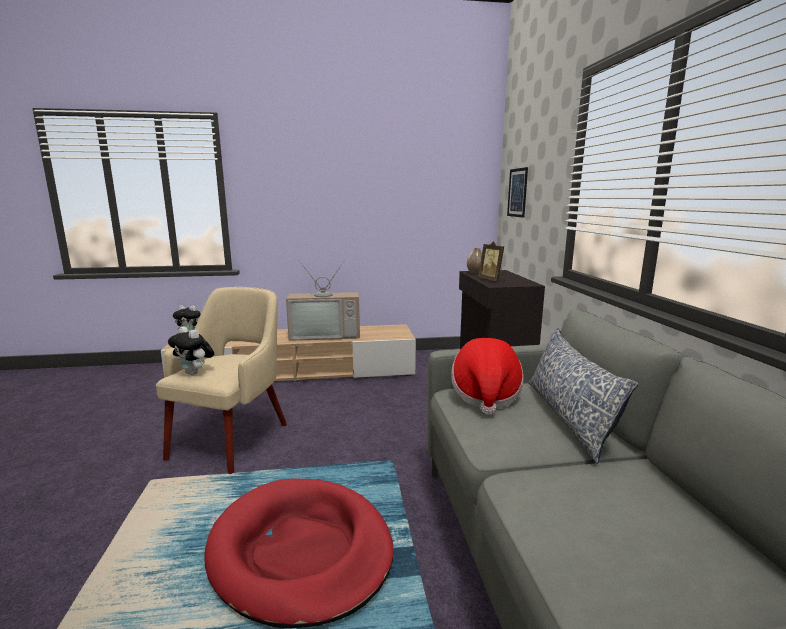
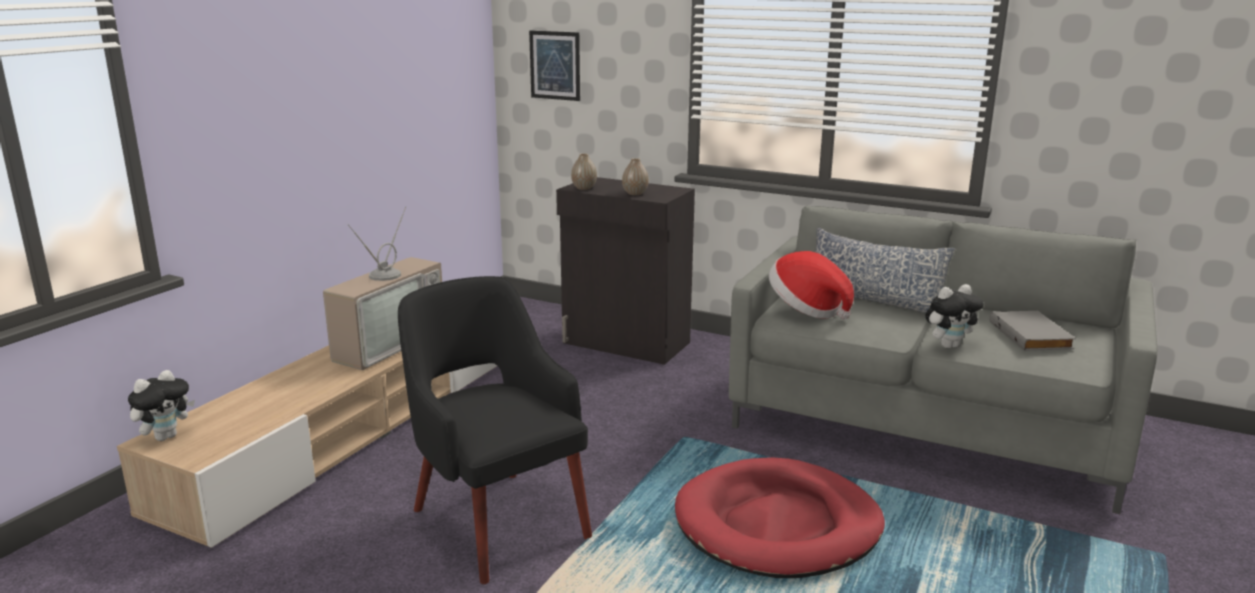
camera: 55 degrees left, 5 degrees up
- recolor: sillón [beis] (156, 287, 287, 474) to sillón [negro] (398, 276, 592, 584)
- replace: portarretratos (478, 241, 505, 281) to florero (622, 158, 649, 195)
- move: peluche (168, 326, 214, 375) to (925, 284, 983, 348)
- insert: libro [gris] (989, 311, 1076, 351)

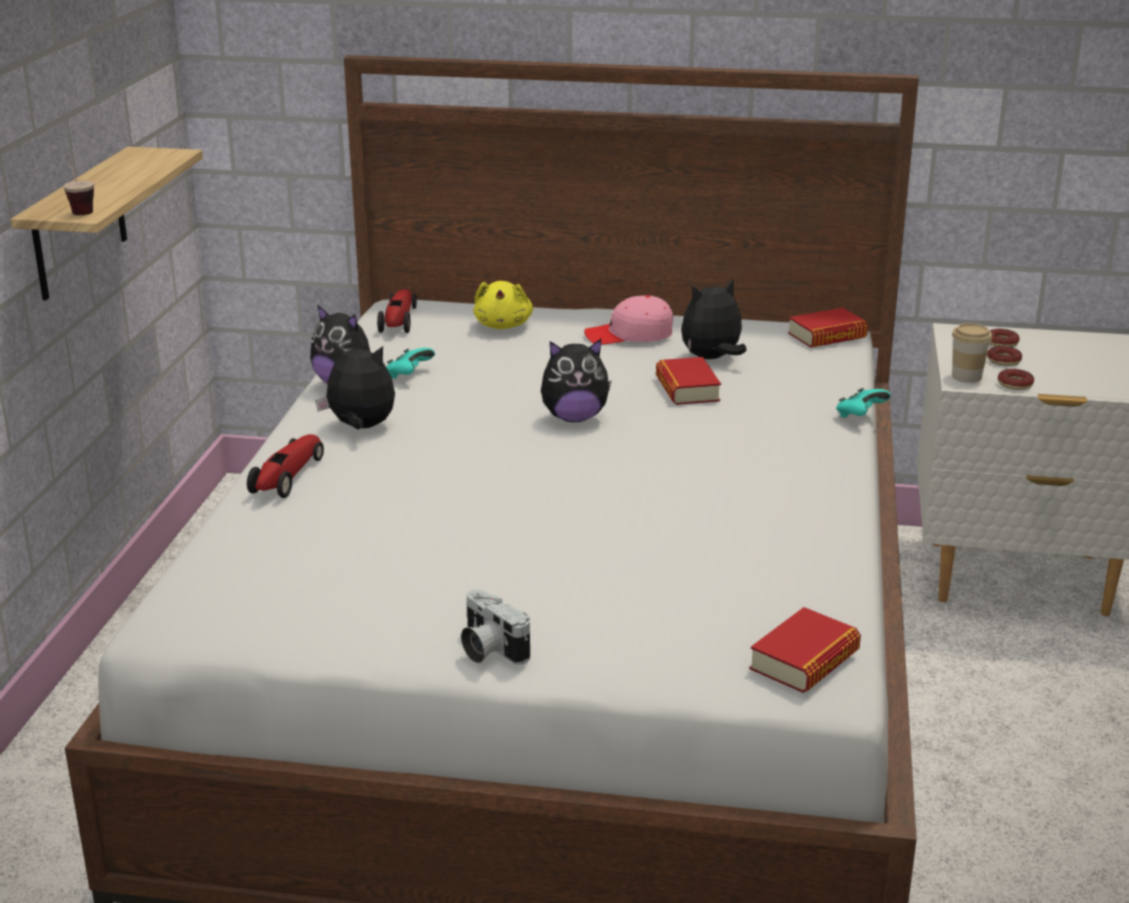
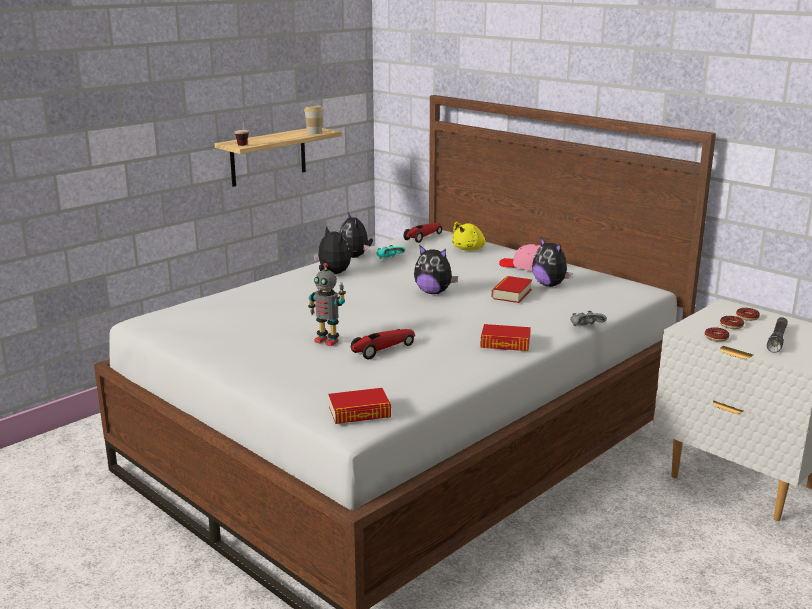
camera: 35 degrees right, 5 degrees down
- move: taza (952, 323, 992, 383) to (304, 105, 324, 134)
- insert: robot de juguete (308, 263, 346, 346)
- move: coche de juguete (247, 434, 324, 498) to (351, 329, 415, 359)
- move: libro (788, 308, 868, 348) to (480, 324, 531, 351)
- rotate: peluche (681, 279, 747, 359) = (532, 237, 573, 287) 135 degrees counterclockwise
- recolor: mando de consola [turquesa] (836, 388, 891, 418) to mando de consola [gris] (570, 311, 607, 326)
- insert: linterna [negro] (767, 317, 788, 353)
- delete: cámara (461, 589, 530, 665)

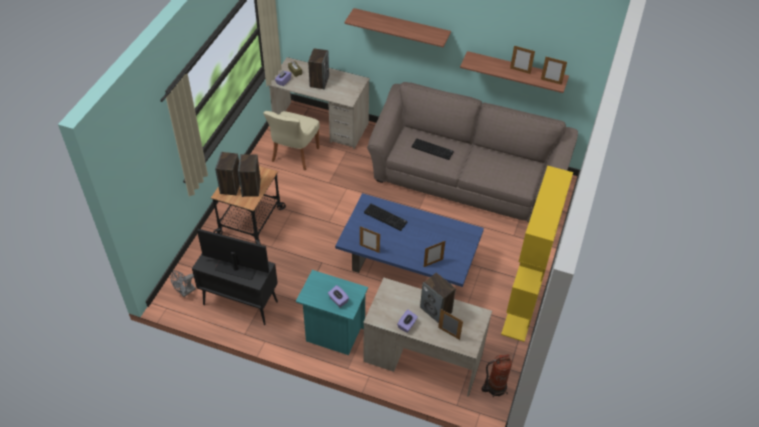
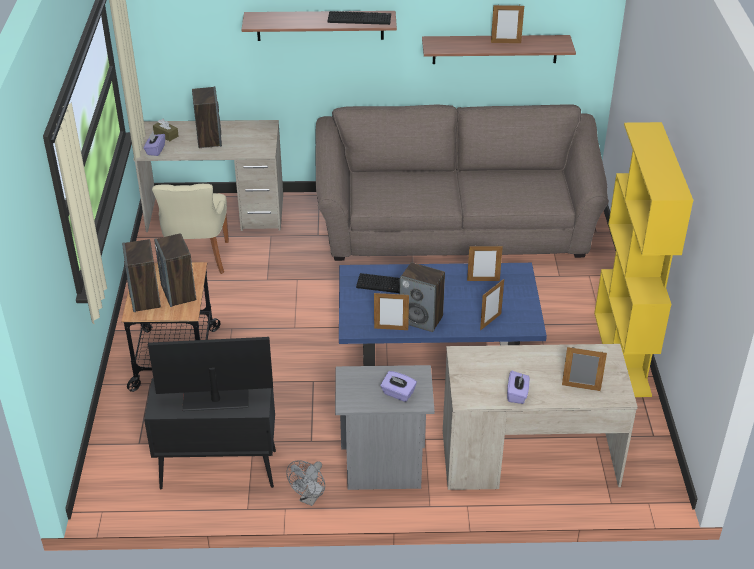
camera: 20 degrees left, 10 degrees down
- move: ventilador [gris] (171, 270, 196, 297) to (286, 460, 325, 506)
- move: teclado (412, 138, 454, 160) to (328, 11, 391, 25)
- recolor: mesita de noche [turquesa] (296, 270, 368, 355) to mesita de noche [gris] (335, 365, 435, 490)
- move: altavoz (420, 273, 456, 323) to (400, 262, 445, 332)
- move: portarretratos (541, 57, 567, 85) to (467, 246, 503, 281)
- delete: extintor (482, 354, 512, 397)

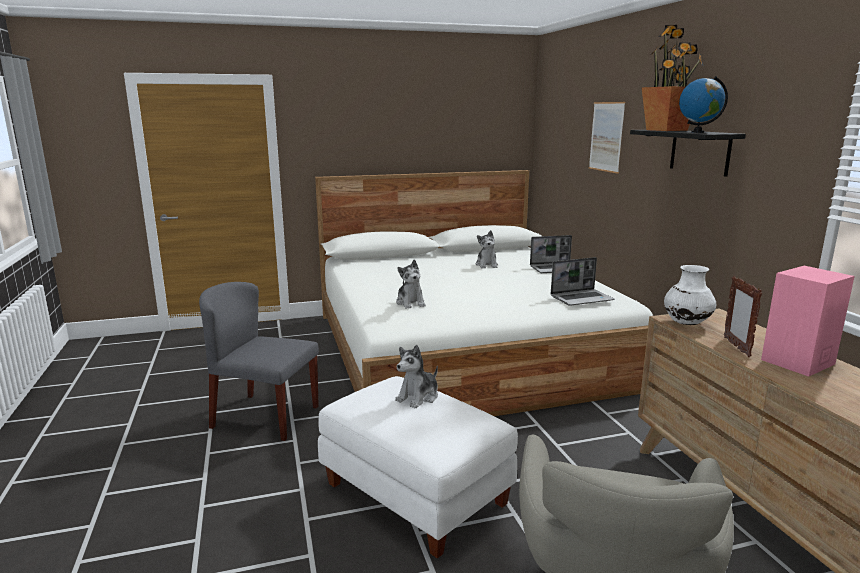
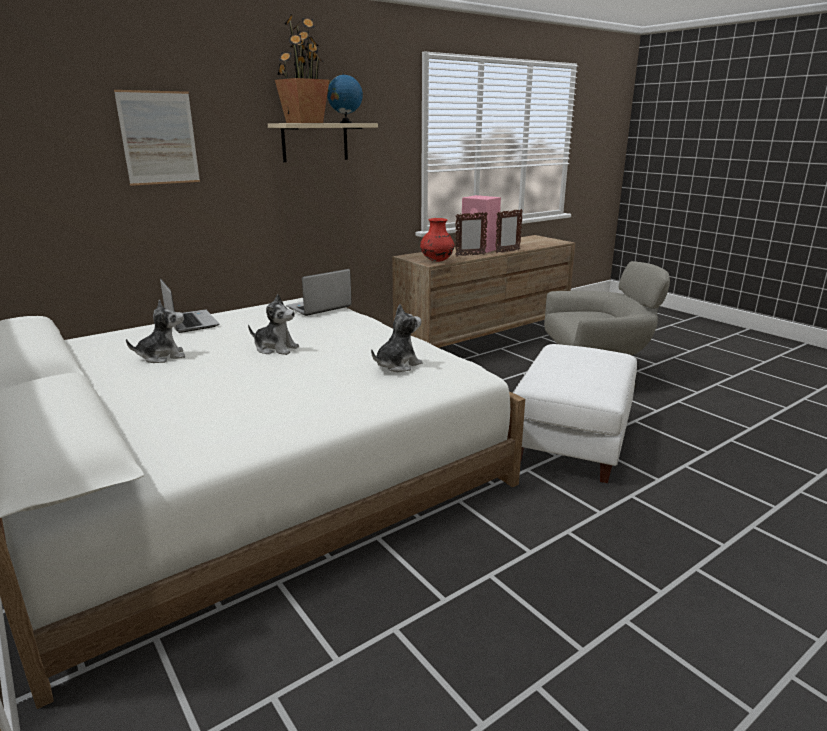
camera: 110 degrees left, 5 degrees up
- move: peluche (395, 345, 438, 409) to (248, 294, 299, 355)
- recolor: estante [negro] (630, 130, 746, 177) to estante [beis] (268, 123, 378, 162)
- rotate: portátil (551, 257, 614, 306) = (286, 269, 352, 316) 90 degrees counterclockwise
- recolor: florero [blanco] (664, 265, 716, 325) to florero [rojo] (420, 218, 455, 262)
- insert: portarretratos (495, 209, 523, 253)
- delete: silla [gris] (199, 282, 319, 441)

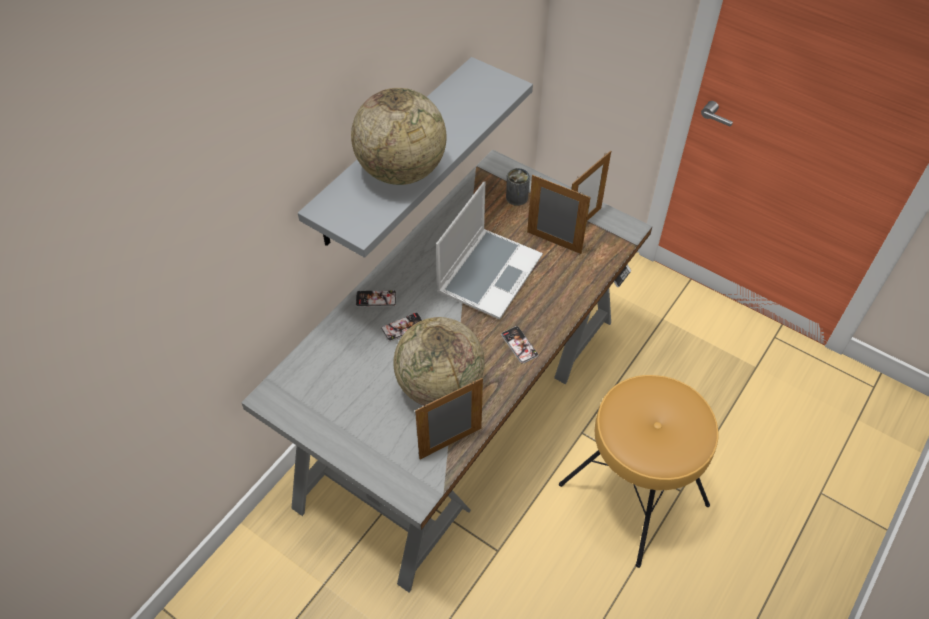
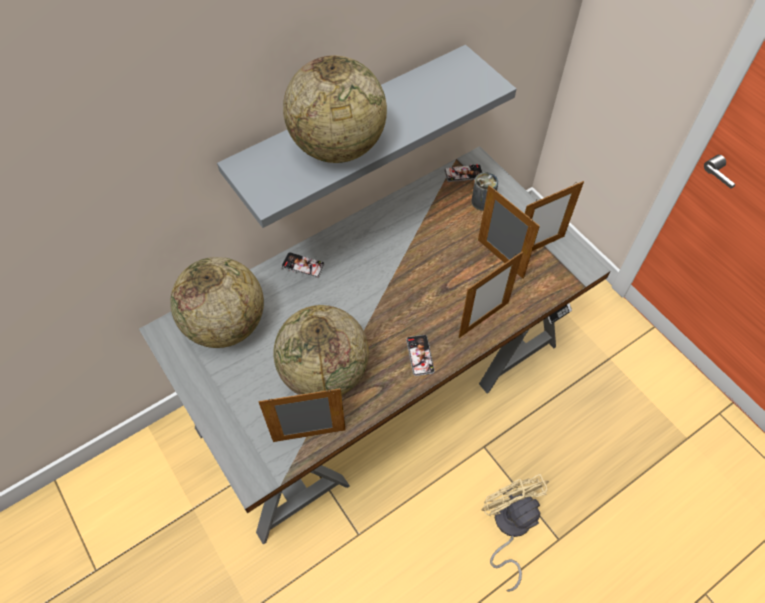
camera: 20 degrees right, 5 degrees up
- insert: globo terráqueo (170, 257, 264, 348)
- move: móvil (381, 313, 422, 342) to (444, 164, 483, 182)
- insert: portarretratos (459, 251, 523, 338)
- replace: taburete [marrón] (559, 375, 718, 568) to ventilador [beis] (481, 474, 549, 592)
- delete: portátil (436, 181, 543, 320)

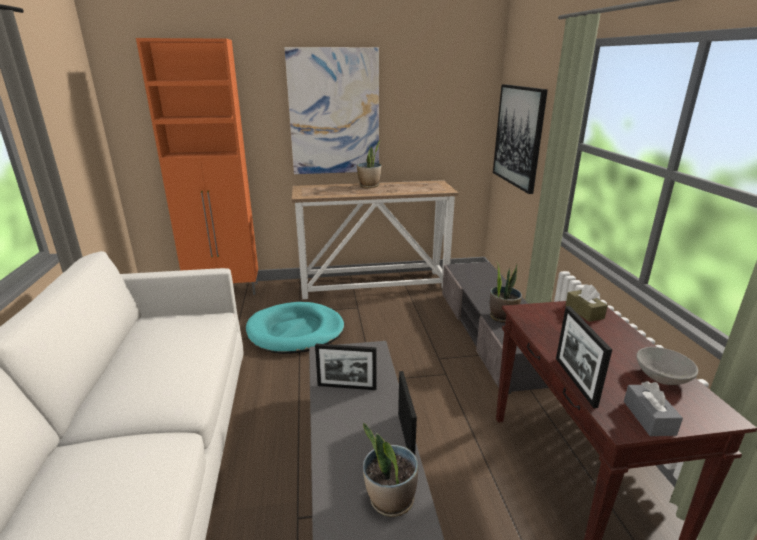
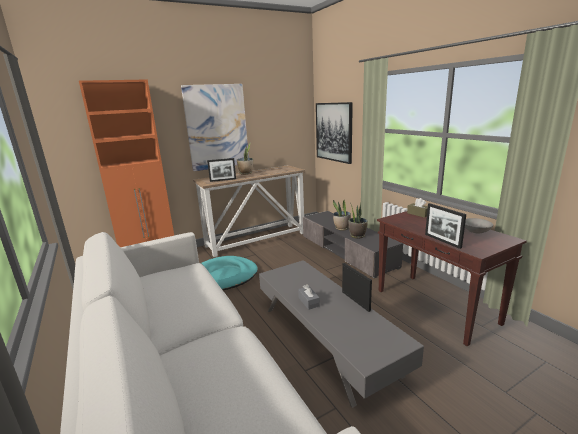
camera: 20 degrees left, 5 degrees down
- move: portarretratos (315, 344, 377, 390) to (207, 158, 236, 182)
- move: caja de pañuelos [gris] (624, 381, 683, 436) to (298, 285, 320, 310)
- move: planta en maceta (363, 422, 418, 517) to (333, 200, 351, 230)

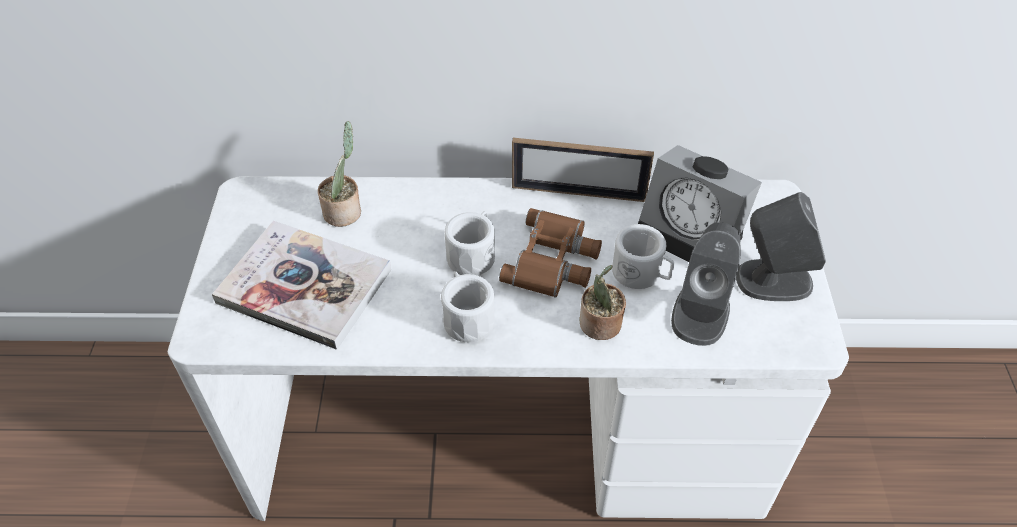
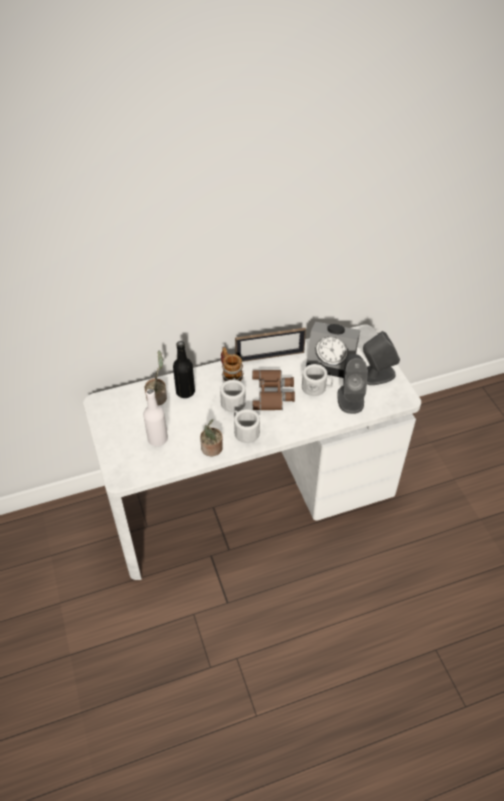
camera: 20 degrees left, 0 degrees up
- replace: libro (212, 221, 391, 350) to botella [blanco] (143, 389, 168, 446)
- insert: botella [negro] (173, 341, 195, 398)
- move: planta en maceta (579, 265, 626, 340) to (200, 419, 223, 456)
- insert: taza grande (221, 347, 244, 381)

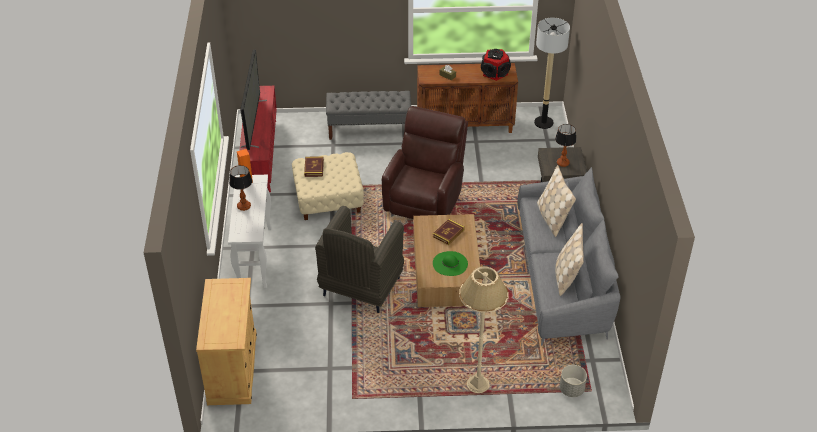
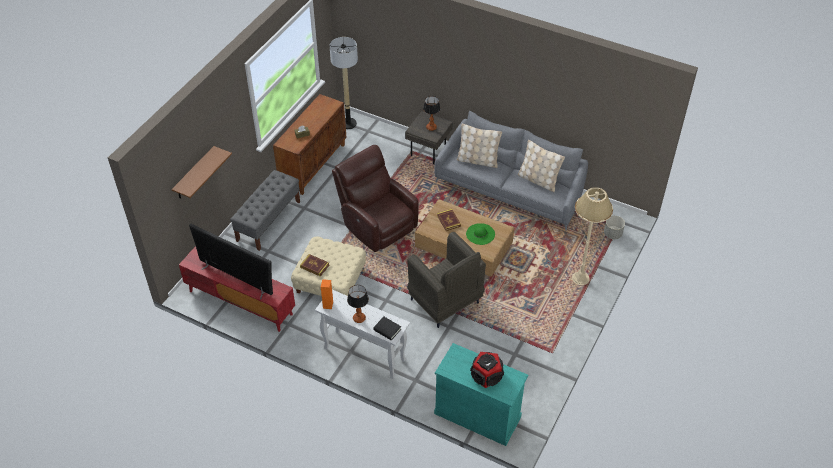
camera: 60 degrees left, 5 degrees up
- insert: estante [marrón] (172, 146, 232, 198)
- insert: libro [negro] (373, 317, 401, 340)
- recolor: armario [beis] (196, 278, 257, 405) to armario [turquesa] (434, 343, 528, 446)
- move: altavoz (481, 49, 511, 81) to (470, 352, 504, 388)

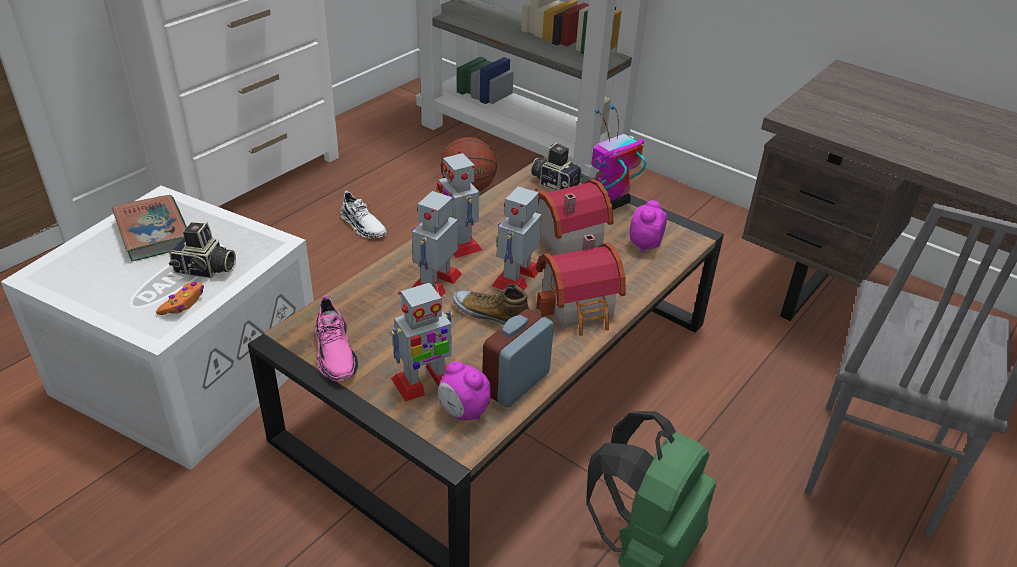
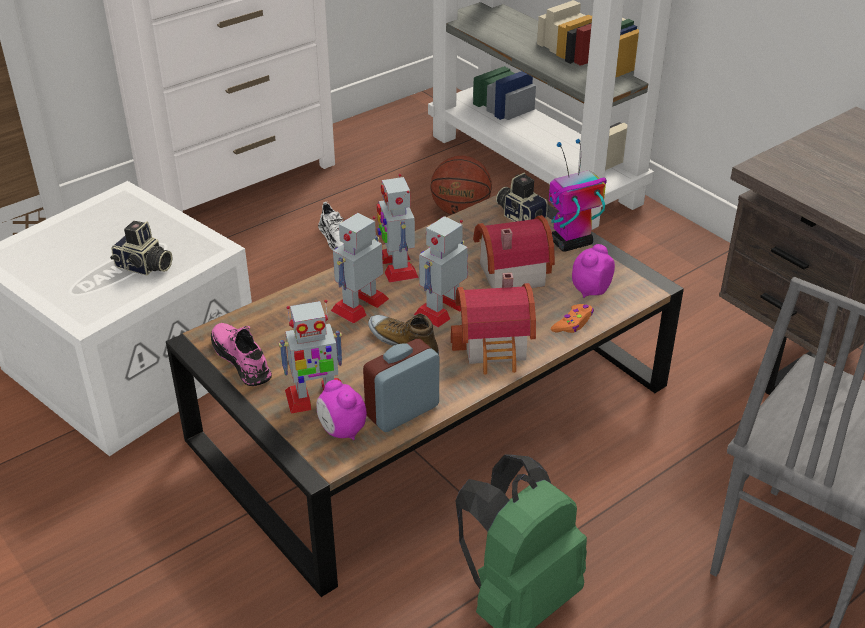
camera: 15 degrees right, 0 degrees up
- rotate: zapato [rosa] (315, 295, 358, 381) = (211, 323, 272, 386) 150 degrees clockwise
- move: mando de consola [naranja] (156, 282, 204, 315) to (551, 304, 594, 333)
- delete: libro (112, 195, 187, 261)

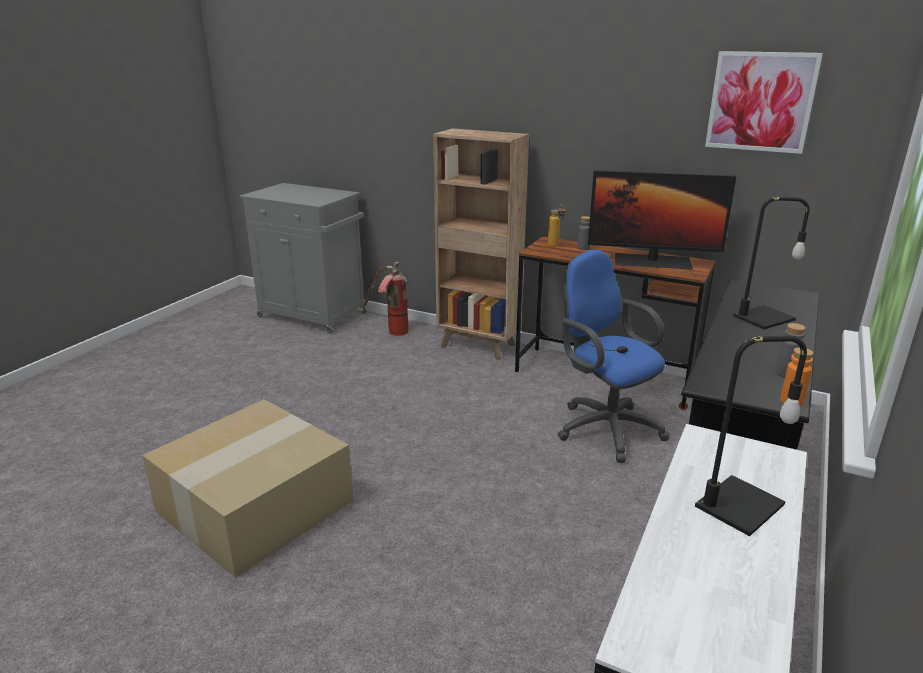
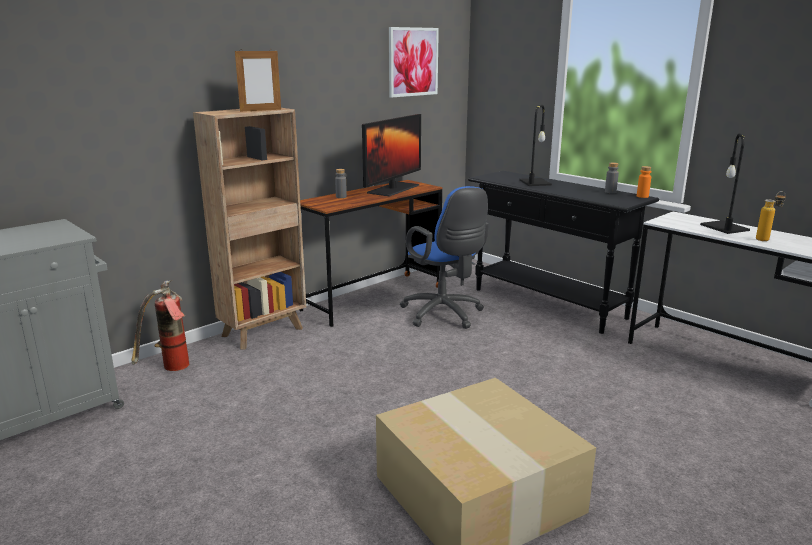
camera: 70 degrees left, 5 degrees down
- insert: portarretratos (235, 51, 281, 112)
- rotate: silla de oficina [azul] (558, 249, 670, 463) = (400, 186, 489, 329) 105 degrees counterclockwise
- move: botella (548, 205, 566, 247) to (756, 191, 786, 241)

